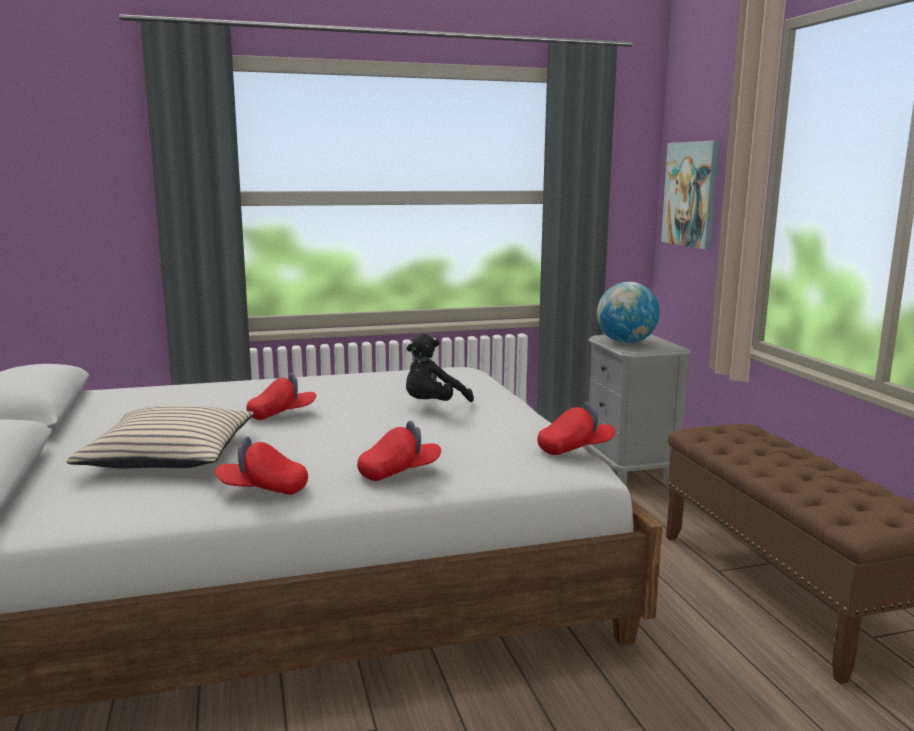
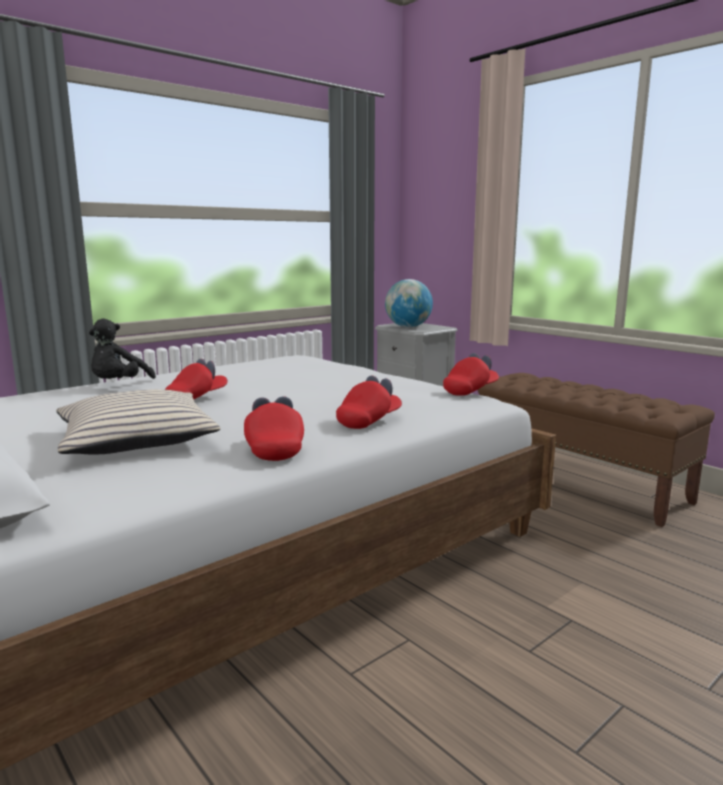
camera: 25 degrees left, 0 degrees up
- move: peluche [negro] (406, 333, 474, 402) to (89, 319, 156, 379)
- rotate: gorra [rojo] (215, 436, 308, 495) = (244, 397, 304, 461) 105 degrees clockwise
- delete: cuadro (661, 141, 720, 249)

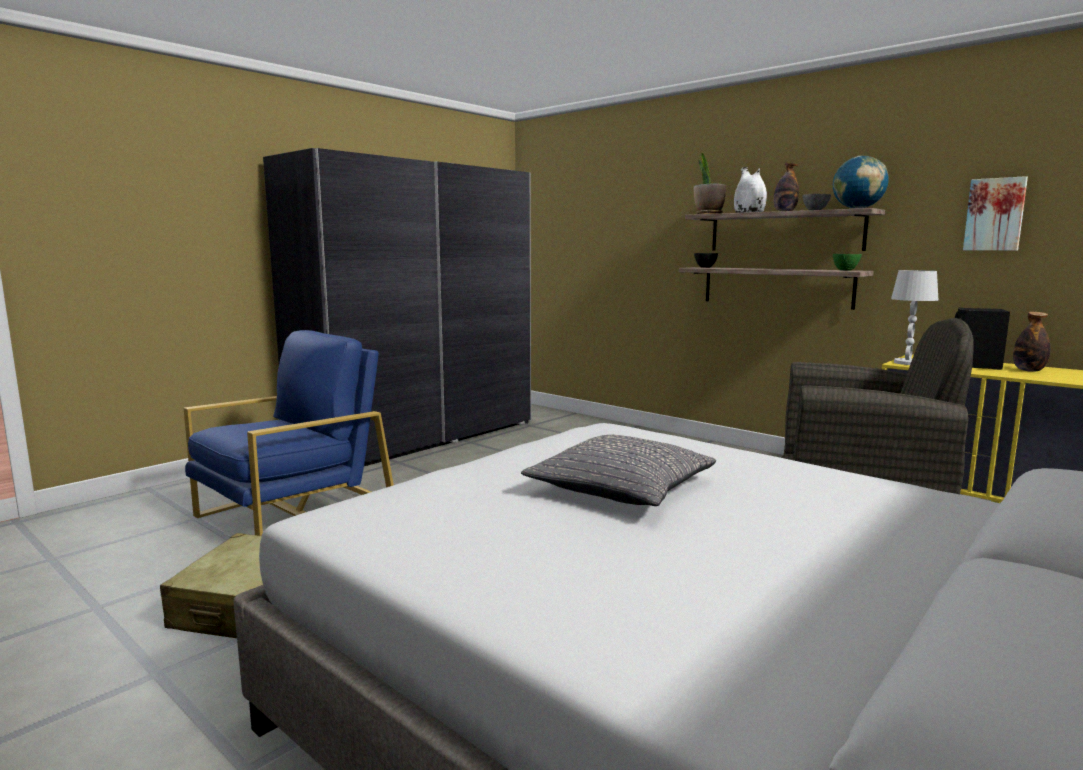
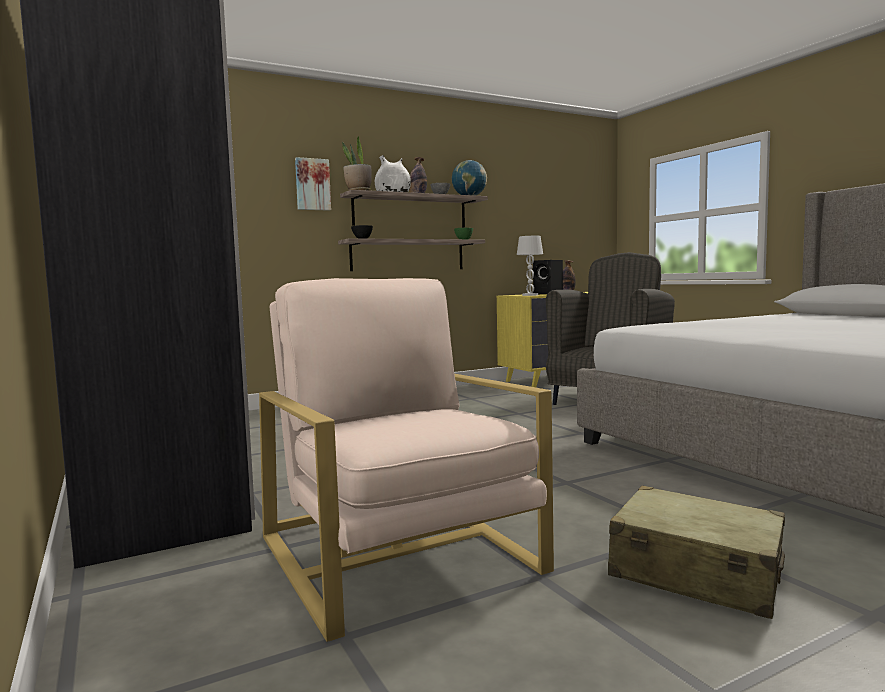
camera: 70 degrees left, 5 degrees down
- recolor: sillón [azul] (184, 330, 394, 536) to sillón [beis] (259, 278, 554, 642)
- move: cuadro (963, 176, 1028, 251) to (295, 157, 331, 211)
- delete: cojín [gris] (521, 435, 716, 506)

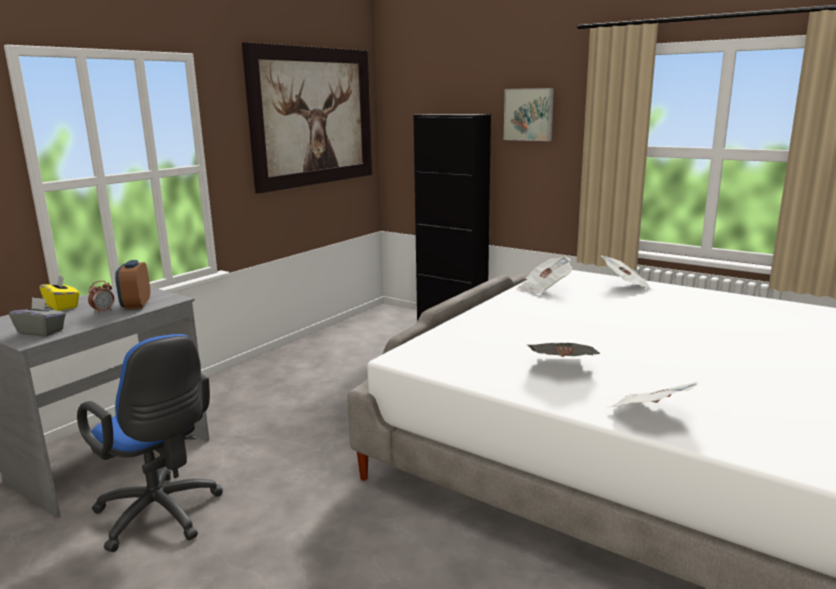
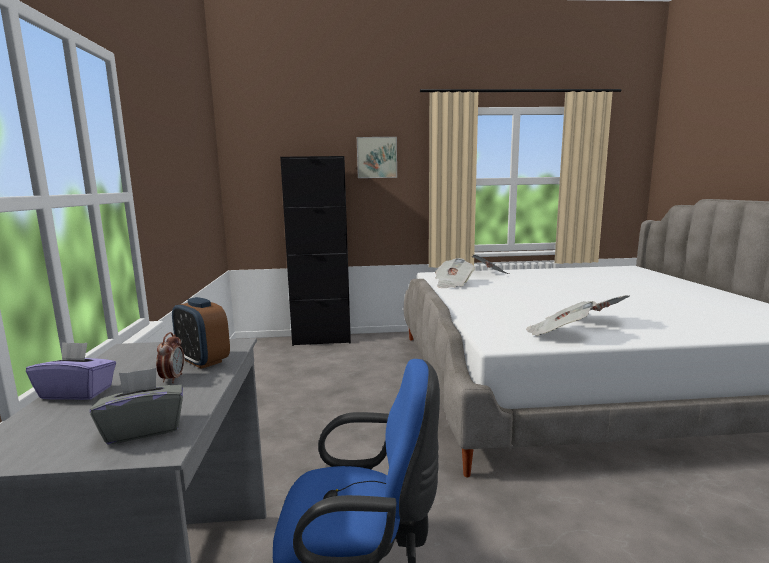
camera: 40 degrees left, 5 degrees down
- recolor: caja de pañuelos [amarillo] (39, 275, 79, 311) to caja de pañuelos [morado] (26, 342, 116, 400)
- move: periódico (607, 382, 698, 408) to (526, 301, 597, 336)
- delete: cuadro (242, 42, 372, 194)

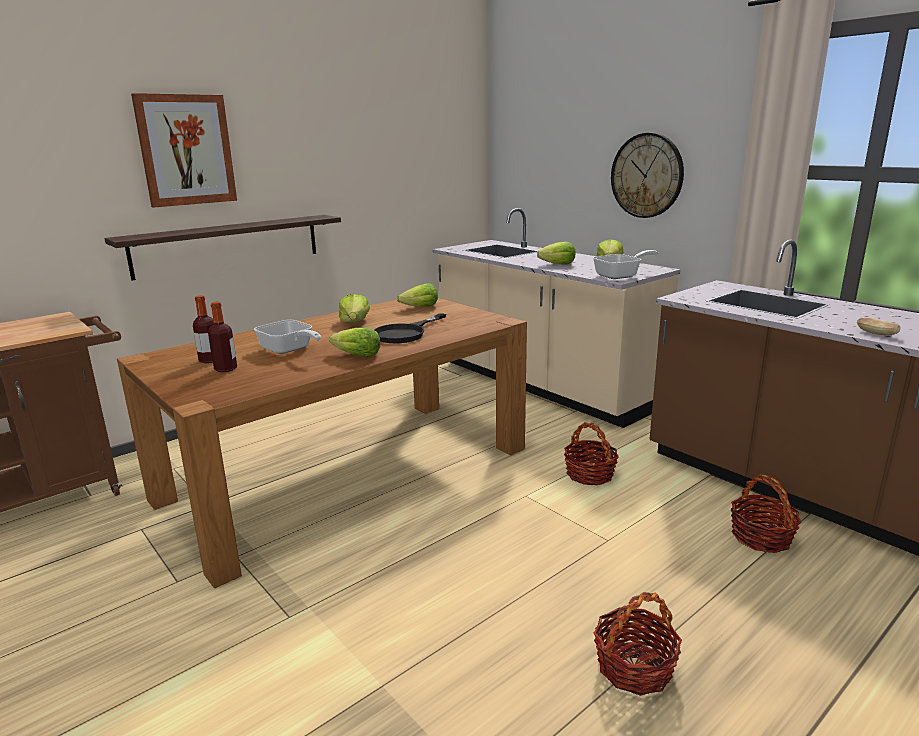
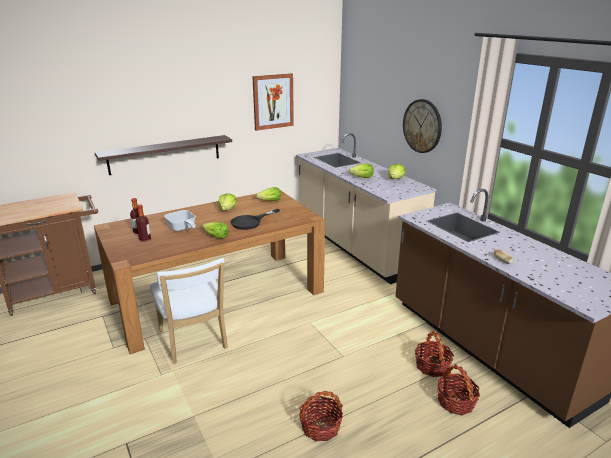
camera: 10 degrees right, 5 degrees up
- insert: silla [blanco] (150, 258, 228, 364)
- move: cuadro (131, 93, 237, 208) to (252, 73, 294, 131)
- move: cesta (564, 422, 619, 486) to (437, 364, 480, 415)
- delete: sartén (593, 250, 659, 279)

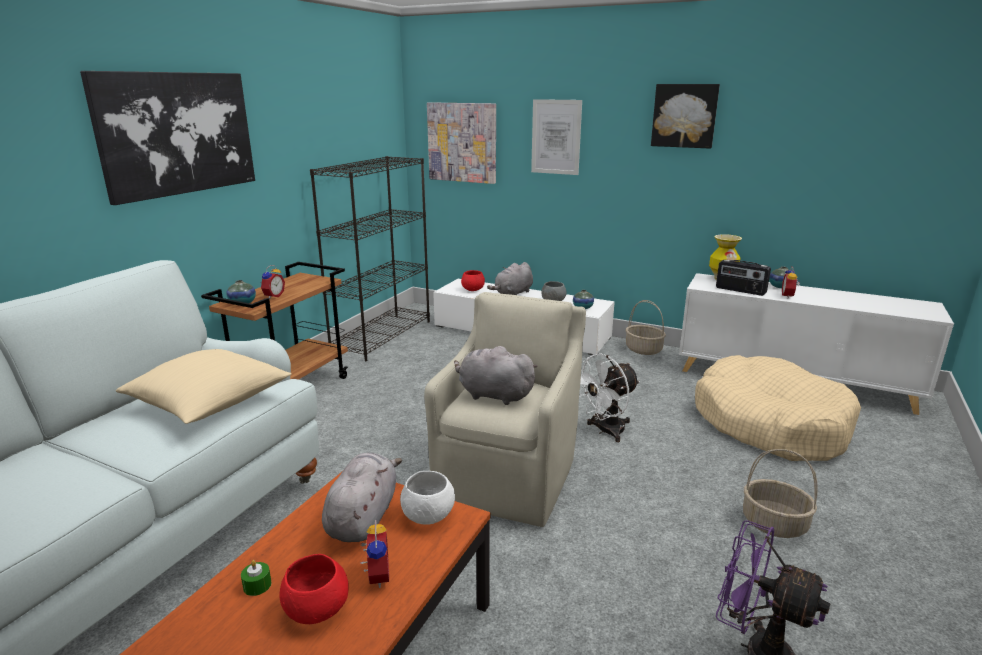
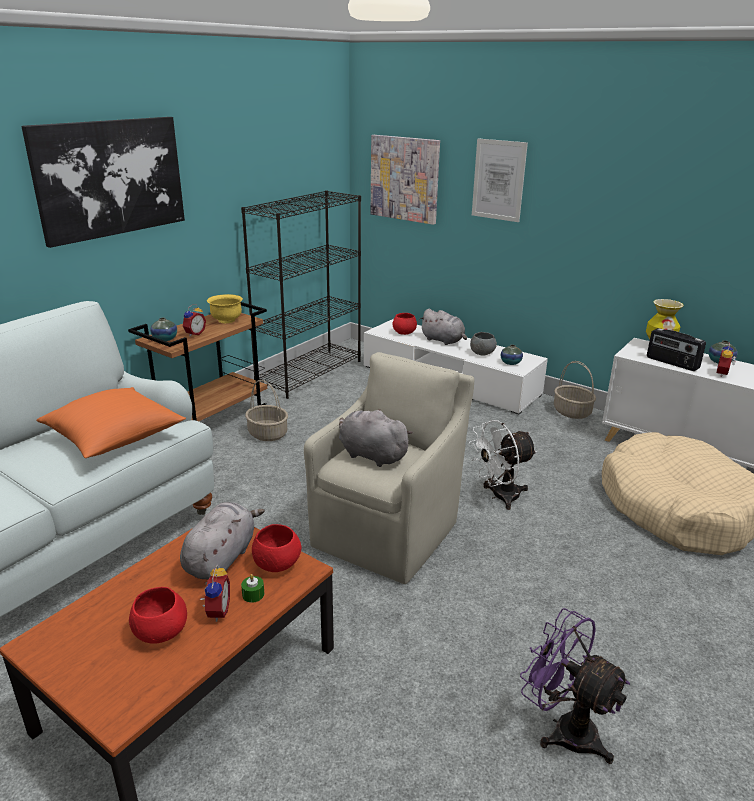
camera: 10 degrees right, 5 degrees up
- recolor: cojín [beis] (116, 349, 292, 424) to cojín [naranja] (36, 387, 186, 458)
- insert: cuenco [amarillo] (207, 294, 243, 323)
- move: vela [verde] (241, 560, 272, 596) to (241, 574, 264, 603)
- move: cesta (743, 449, 818, 538) to (245, 380, 288, 441)
- recolor: cuenco [blanco] (400, 471, 455, 525) to cuenco [rojo] (252, 524, 301, 572)
- rotate: peluche [gris] (487, 262, 533, 295) = (420, 309, 467, 345) 105 degrees counterclockwise
- delete: cuadro (651, 84, 720, 149)

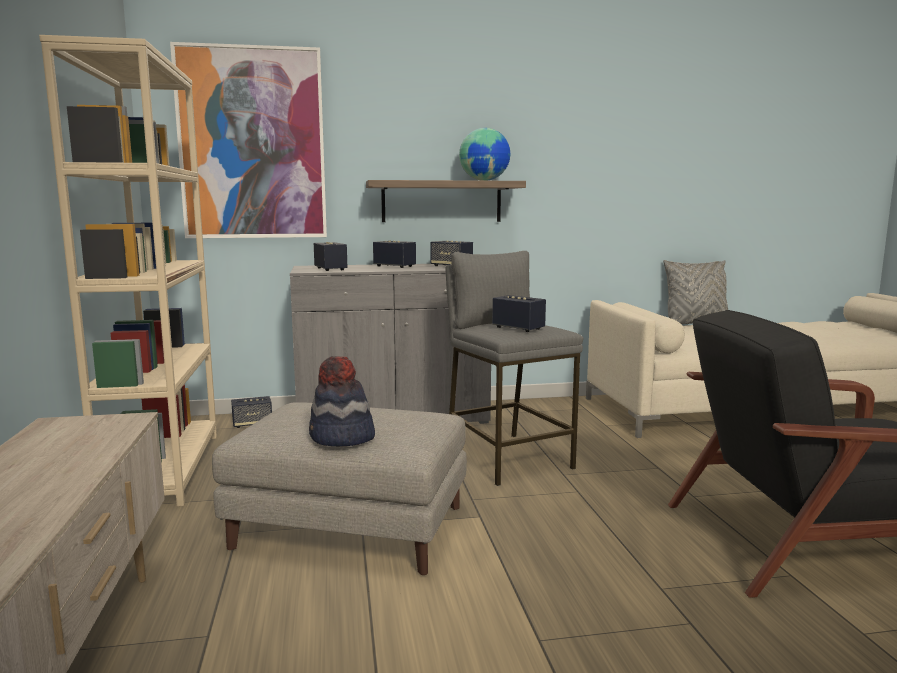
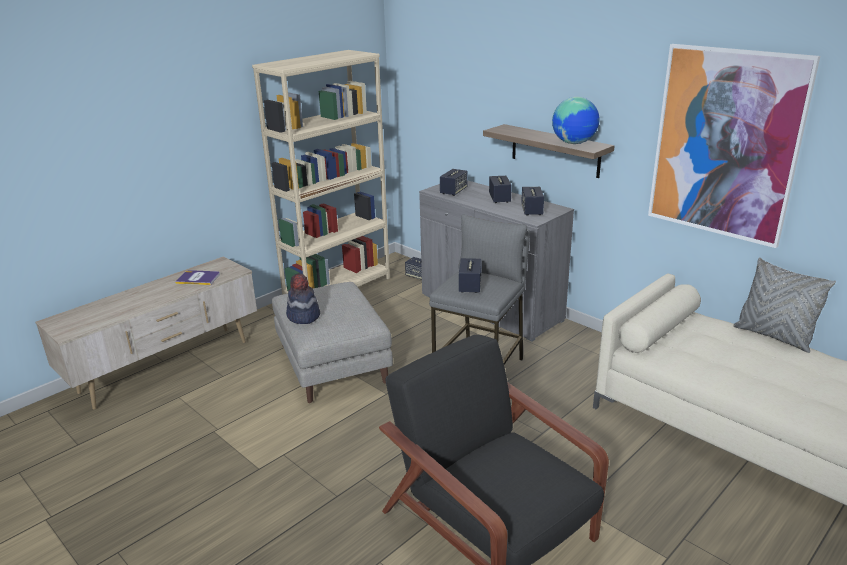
camera: 55 degrees right, 15 degrees up
- insert: libro (175, 270, 220, 285)
- move: cuadro (170, 42, 327, 238) to (648, 44, 820, 248)

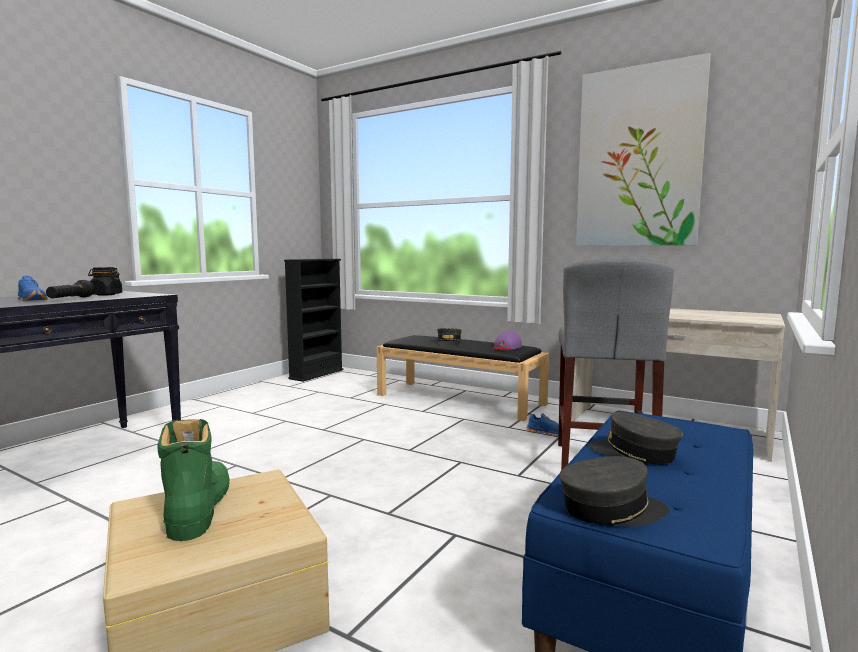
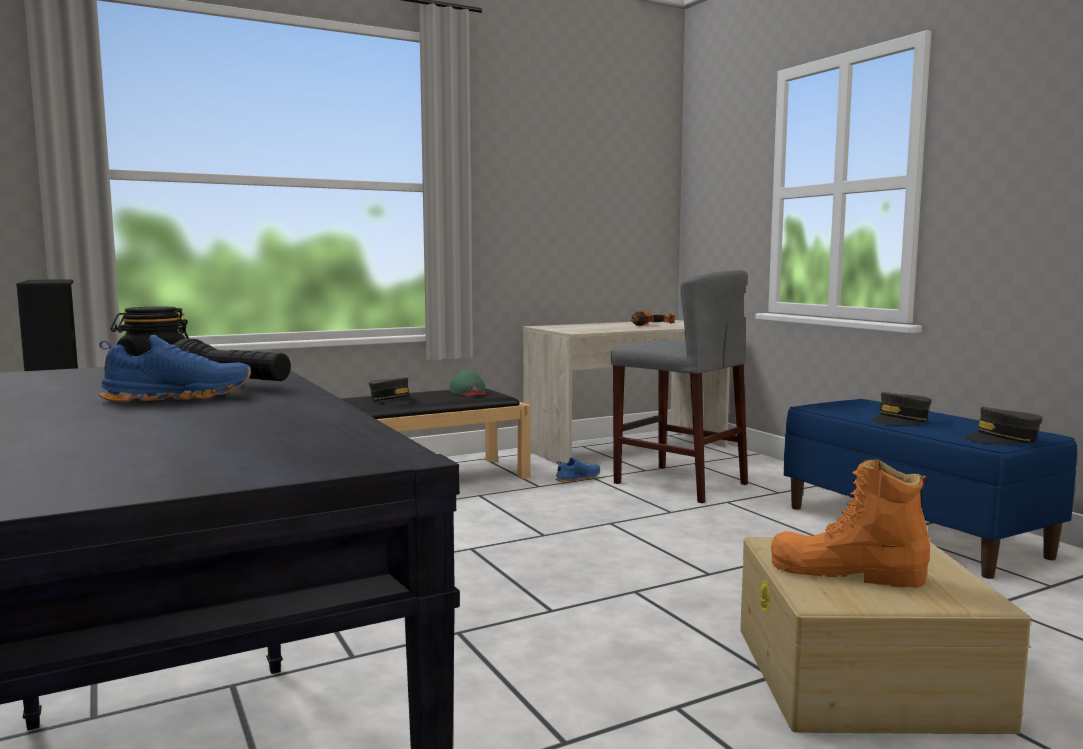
camera: 60 degrees left, 0 degrees up
- recolor: gorra [morado] (492, 331, 522, 350) to gorra [verde] (450, 370, 487, 396)
- insert: taladro (630, 311, 675, 326)
- recolor: bota [verde] (157, 419, 230, 541) to bota [naranja] (771, 459, 930, 588)
- rotate: gorra [gris] (559, 456, 670, 527) = (963, 407, 1043, 445) 120 degrees counterclockwise
- delete: cuadro (576, 53, 711, 246)

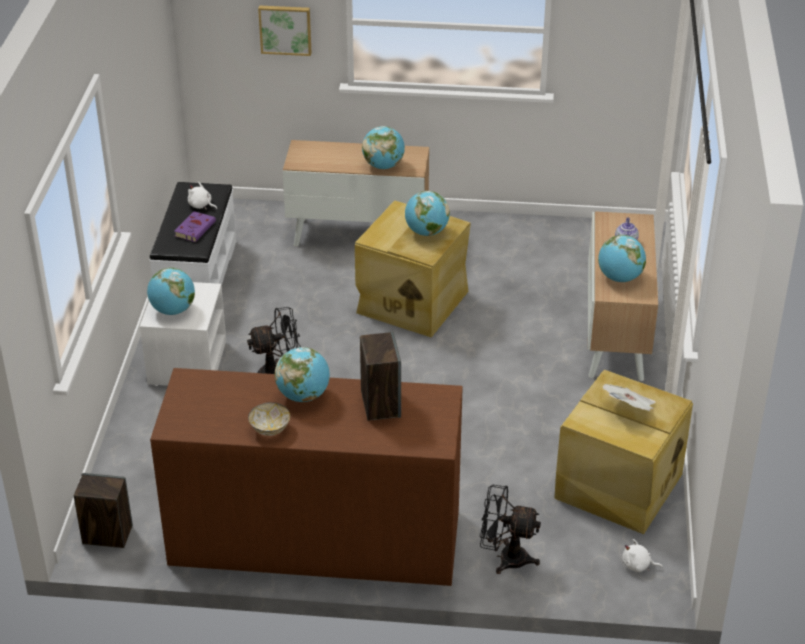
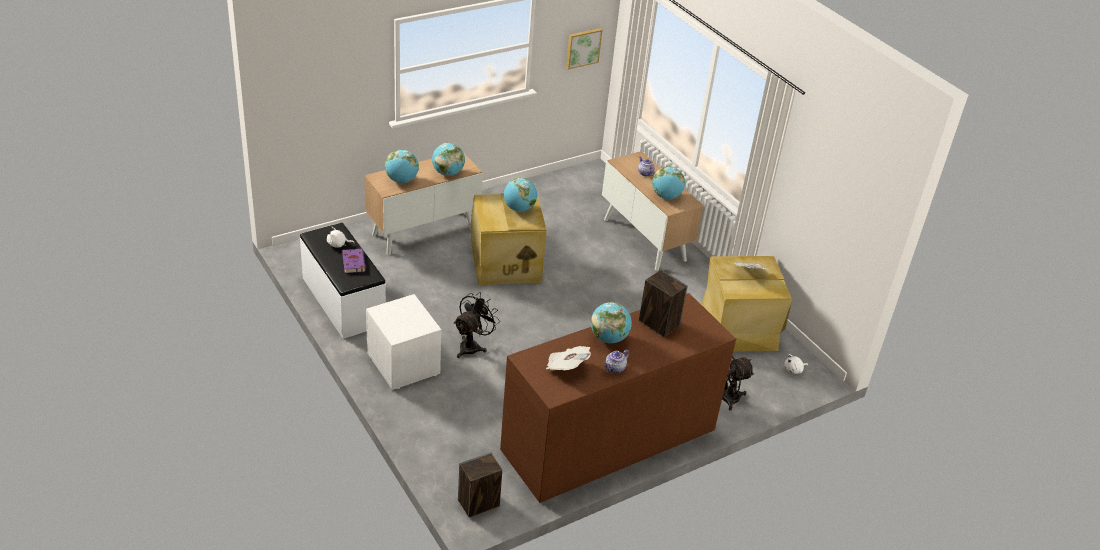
camera: 40 degrees left, 0 degrees up
- move: globo terráqueo (147, 268, 195, 315) to (385, 150, 419, 183)
- insert: periódico (546, 346, 591, 370)
- move: cuadro (258, 5, 312, 56) to (566, 28, 602, 69)
- replace: cuenco (248, 402, 290, 436) to tetera (604, 350, 629, 373)

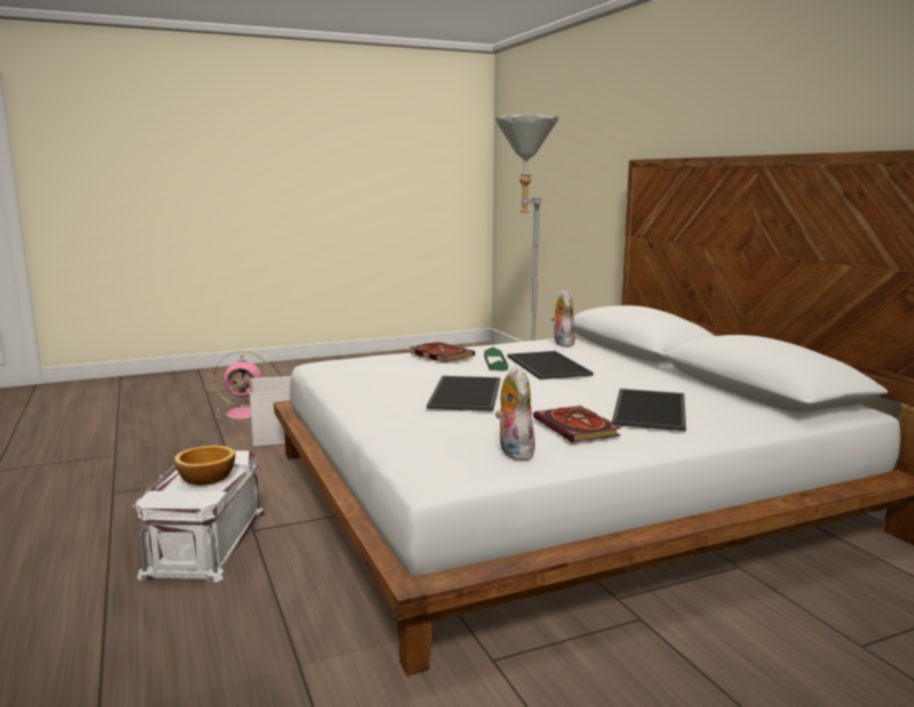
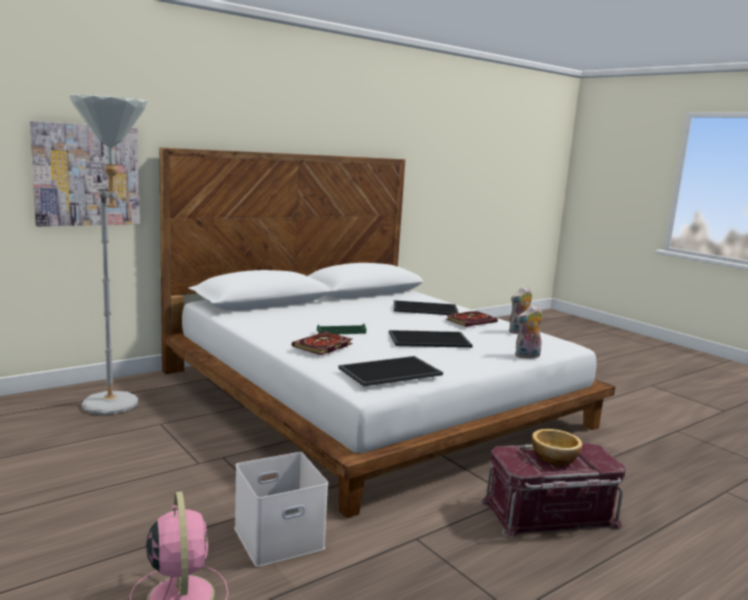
camera: 105 degrees left, 0 degrees up
- insert: cuadro (30, 121, 140, 226)
- move: bandeja (507, 351, 593, 380) to (338, 356, 443, 387)
- recolor: caja de almacenaje [blanco] (132, 451, 266, 583) to caja de almacenaje [rojo] (481, 442, 626, 538)
- move: peluche (551, 290, 575, 346) to (515, 305, 542, 358)

